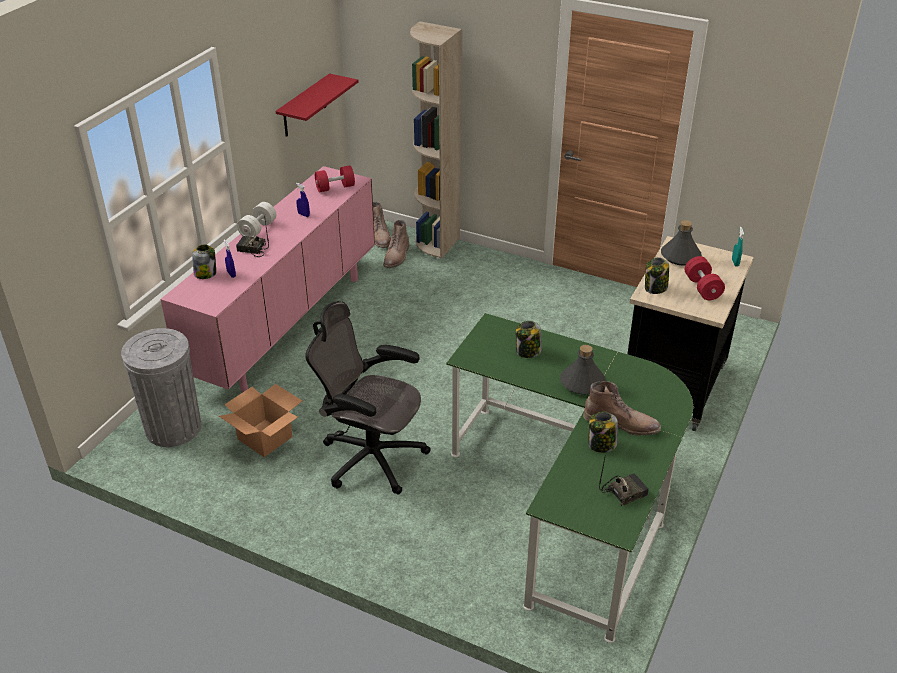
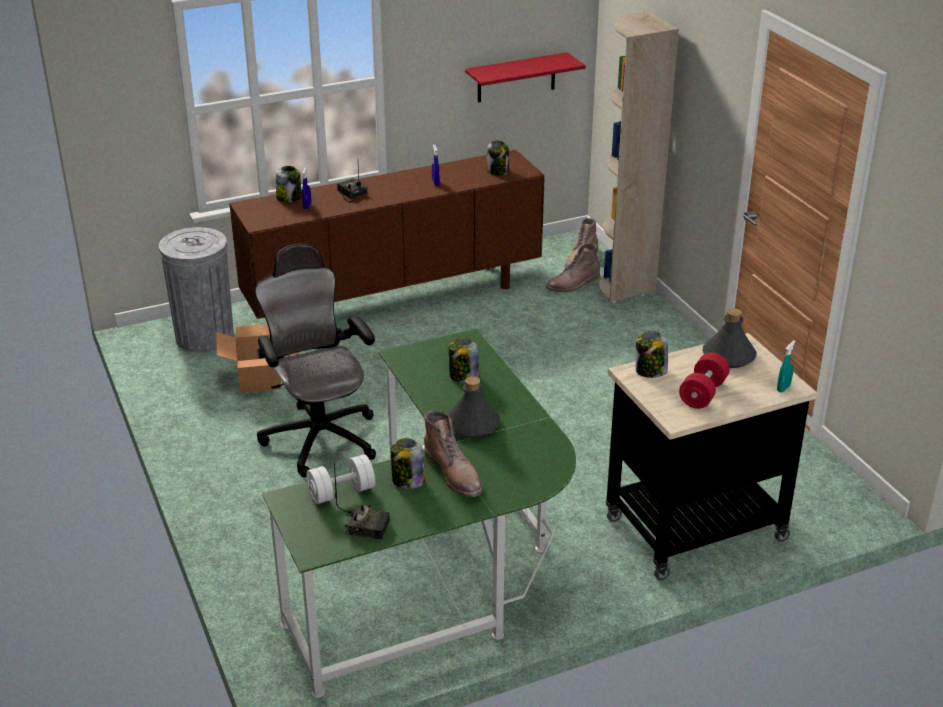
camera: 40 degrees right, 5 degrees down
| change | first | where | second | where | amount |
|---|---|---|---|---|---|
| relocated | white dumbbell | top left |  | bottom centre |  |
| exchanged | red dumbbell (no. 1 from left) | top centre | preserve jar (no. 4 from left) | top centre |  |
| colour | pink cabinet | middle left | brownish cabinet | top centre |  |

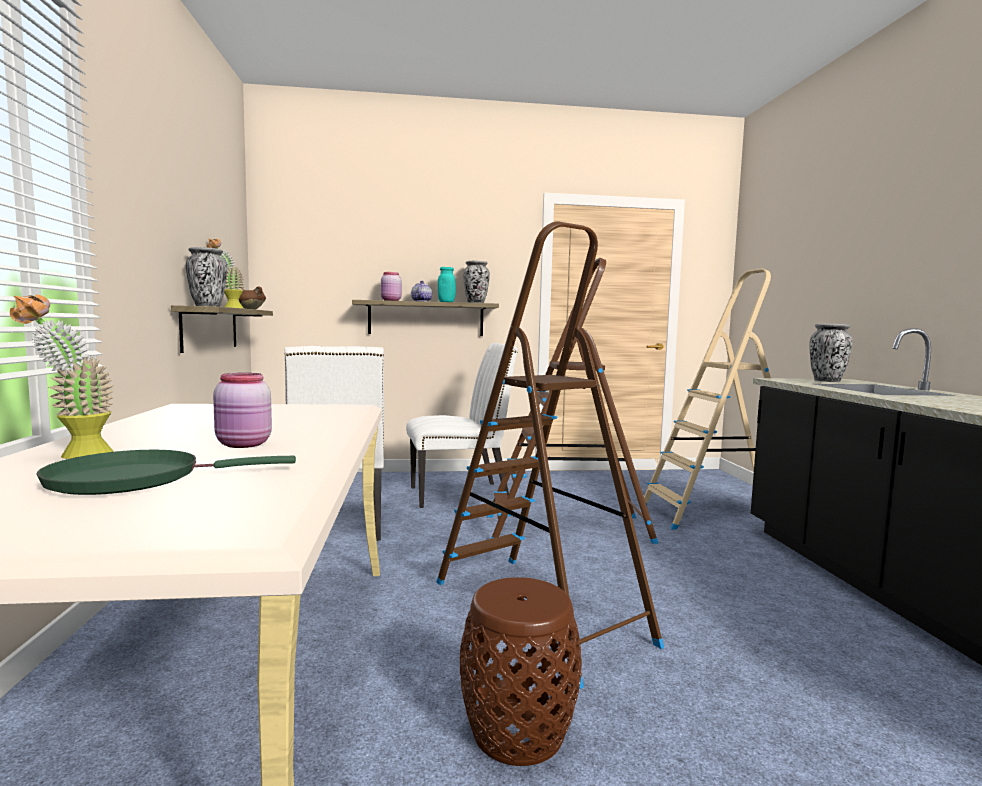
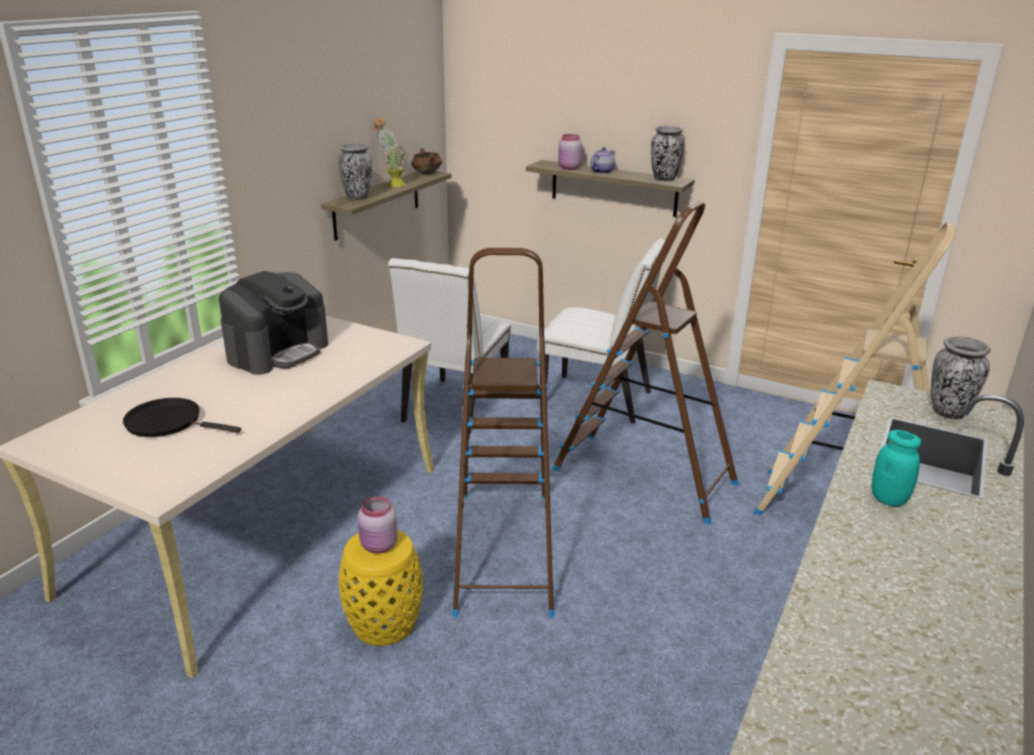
camera: 35 degrees right, 20 degrees up
| change | first | where | second | where | amount |
|---|---|---|---|---|---|
| missing | potted plant (no. 1 from left) | middle left |  |  |  |
| appeared |  |  | coffee maker | middle left |  |
| relocated | pink preserve jar (no. 1 from left) | middle left |  | bottom centre |  |
| relocated | turquoise-coloured preserve jar | centre |  | middle right |  |
| colour | greenish frying pan | middle left | black frying pan | middle left |  |
| colour | brownish sitting stool | bottom centre | yellow-coloured sitting stool | bottom centre |  |

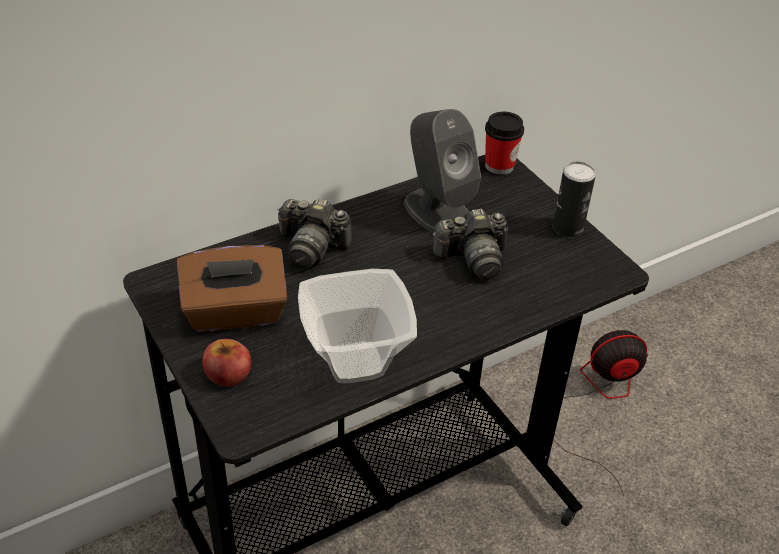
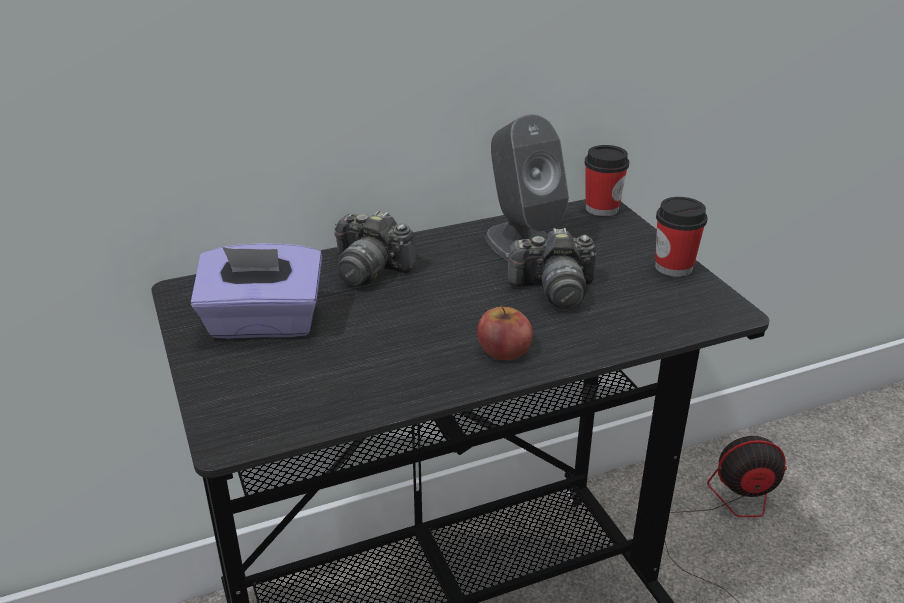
camera: 10 degrees right, 10 degrees down
| change | first | where | second | where | amount |
|---|---|---|---|---|---|
| missing | deep dish | centre |  |  |  |
| relocated | whole apple | middle left |  | centre |  |
| exchanged | metal can | middle right | cup (no. 2 from left) | middle right |  |
| colour | brownish box of tissues | middle left | purple box of tissues | middle left |  |

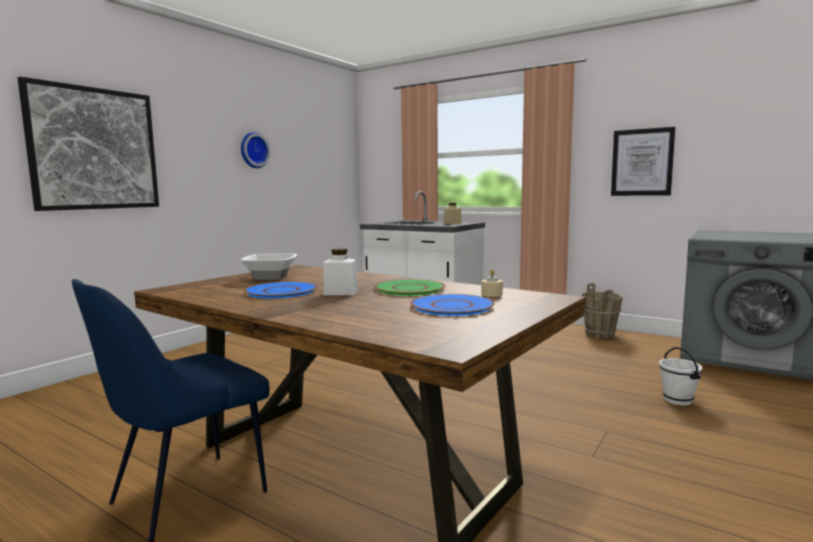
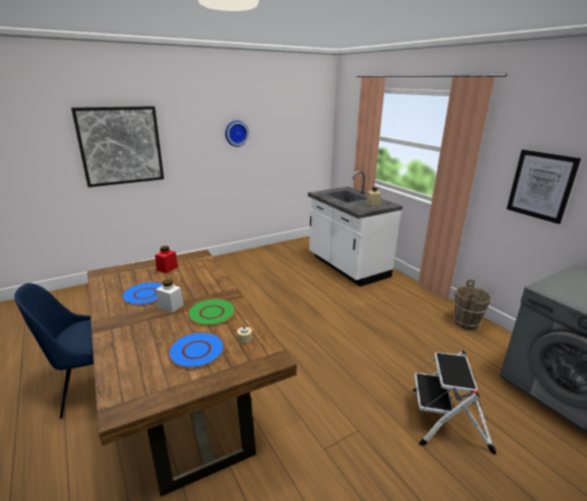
camera: 25 degrees right, 15 degrees up
| change | first | where | second | where | amount |
|---|---|---|---|---|---|
| exchanged | deep dish | middle left | red preserve jar | middle left |  |
| exchanged | white water bucket | bottom right | stepladder | bottom right |  |

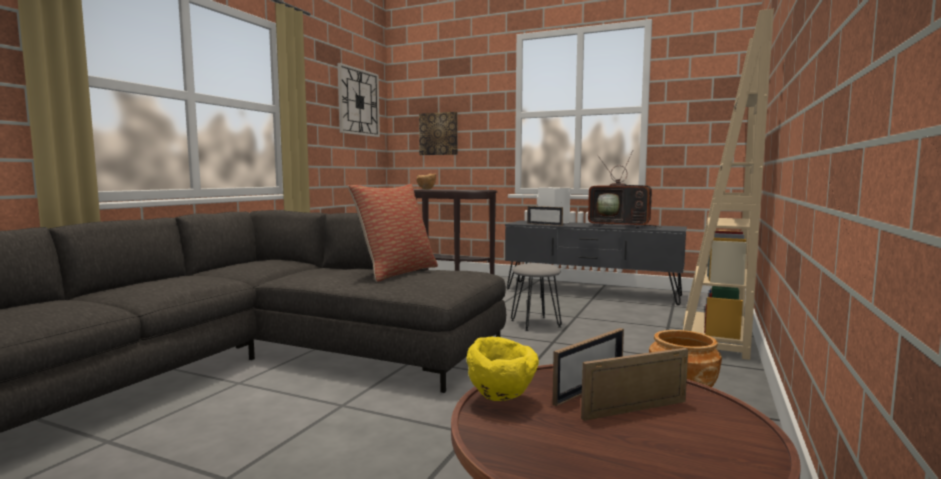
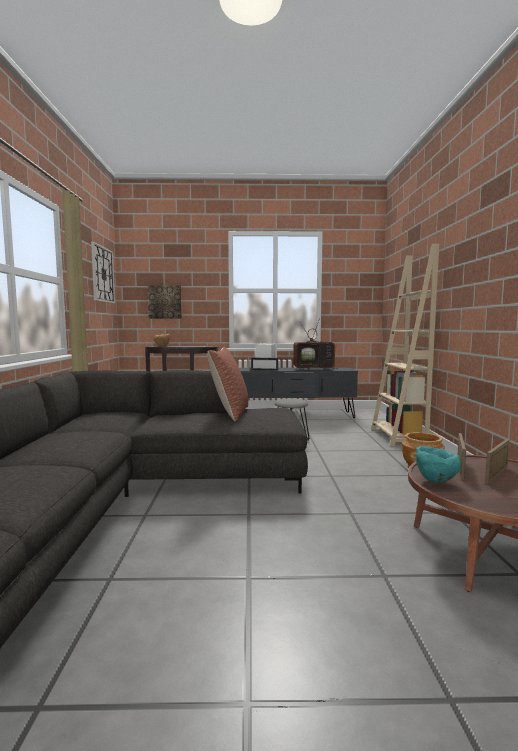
camera: 25 degrees left, 0 degrees up
| change | first | where | second | where | amount |
|---|---|---|---|---|---|
| colour | yellow-coloured deep dish | bottom centre | turquoise-coloured deep dish | middle right |  |

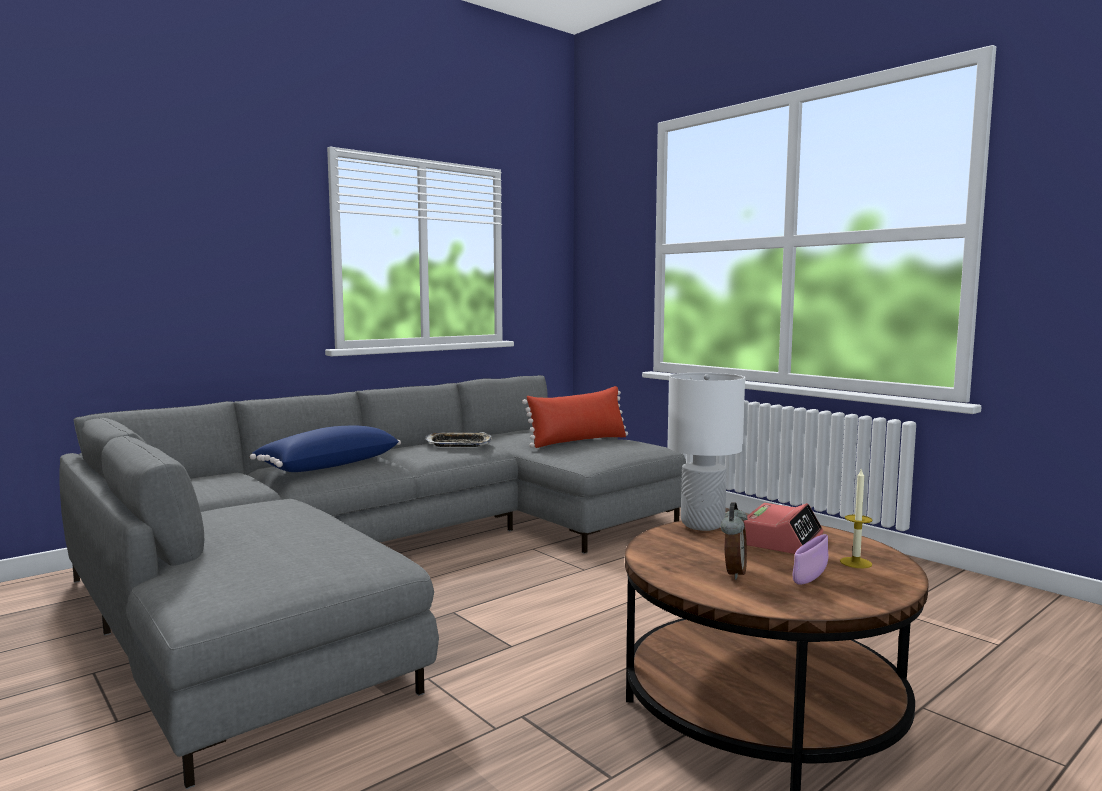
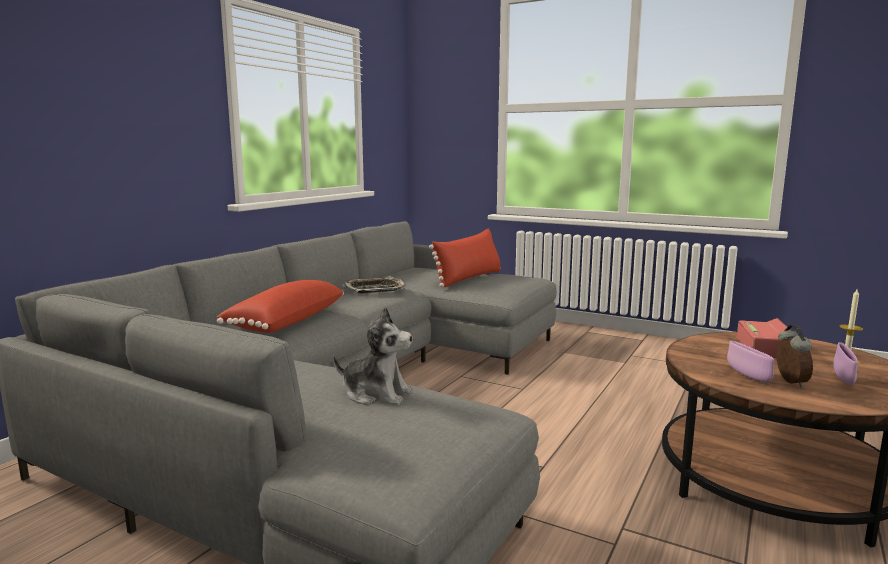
camera: 20 degrees left, 5 degrees up
| change | first | where | second | where | amount |
|---|---|---|---|---|---|
| missing | white lamp for a table | centre |  |  |  |
| appeared |  |  | cuddly toy | centre |  |
| appeared |  |  | purple deep dish (no. 1 from left) | middle right |  |
| colour | blue-coloured throw pillow | middle left | red throw pillow (no. 1 from left) | middle left |  |

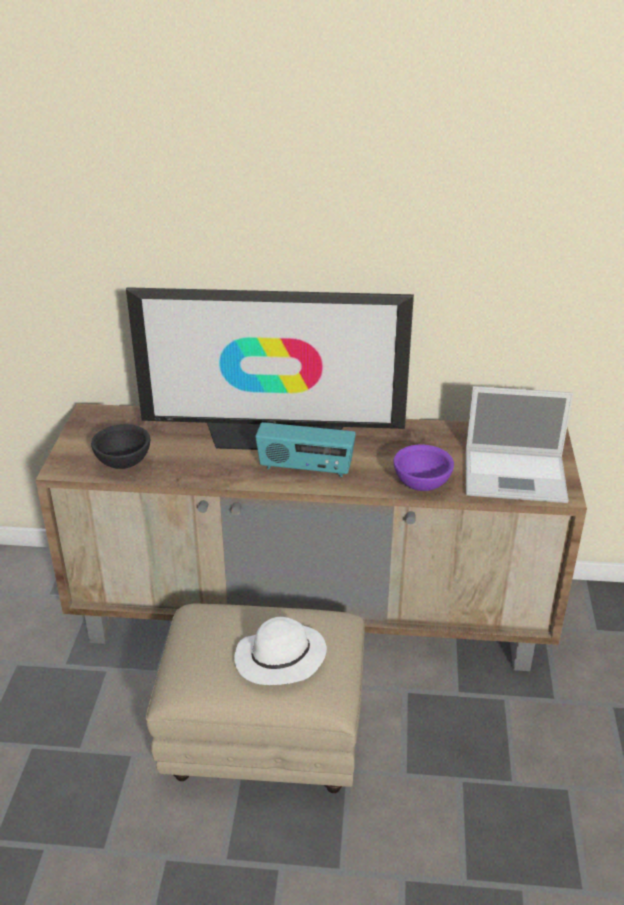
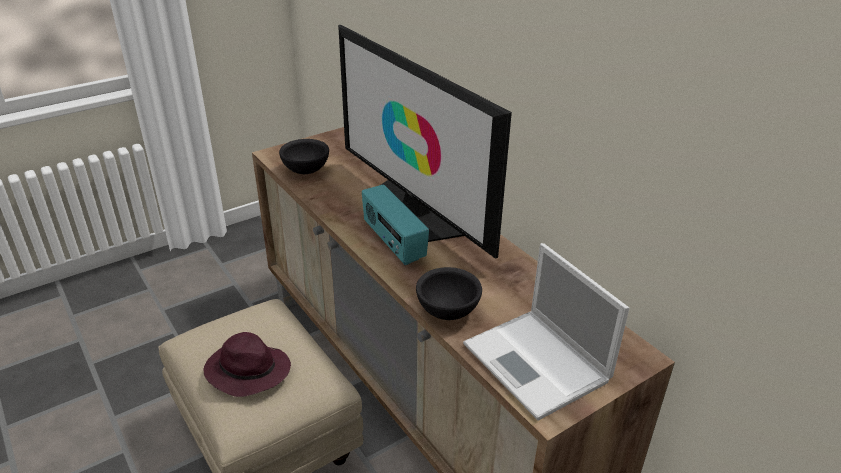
camera: 50 degrees right, 0 degrees up
| change | first | where | second | where | amount |
|---|---|---|---|---|---|
| colour | white clothing hat | bottom centre | purple clothing hat | bottom left |  |
| colour | purple deep dish | middle right | black deep dish (no. 2 from left) | centre |  |

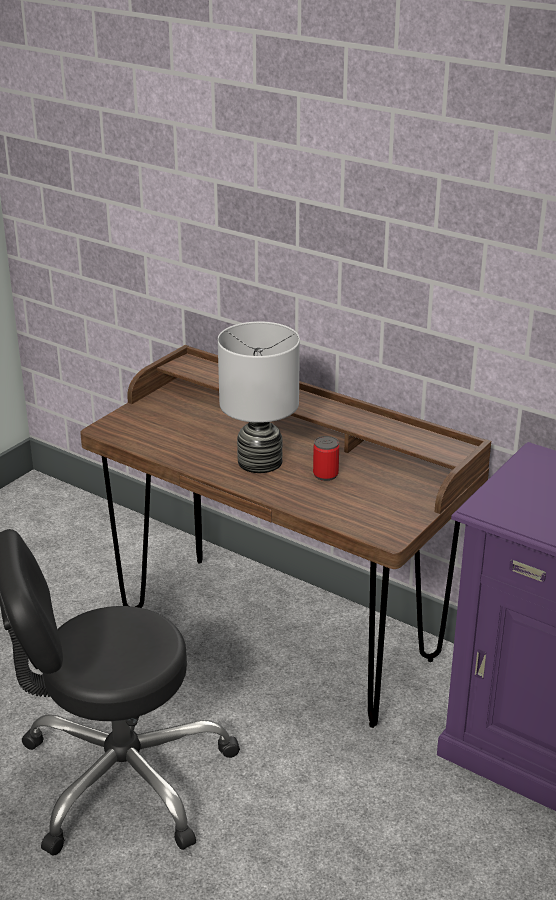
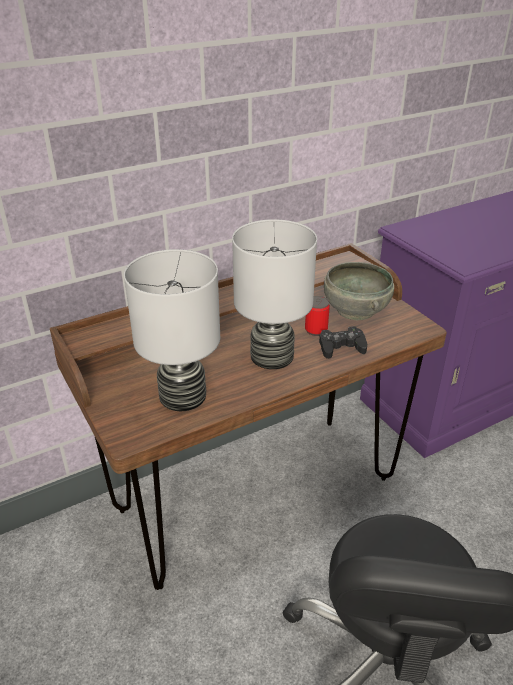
camera: 65 degrees left, 5 degrees up
| change | first | where | second | where | amount |
|---|---|---|---|---|---|
| appeared |  |  | gray lamp for a table (no. 1 from left) | centre |  |
| appeared |  |  | black game controller | middle right |  |
| appeared |  |  | gray deep dish | middle right |  |

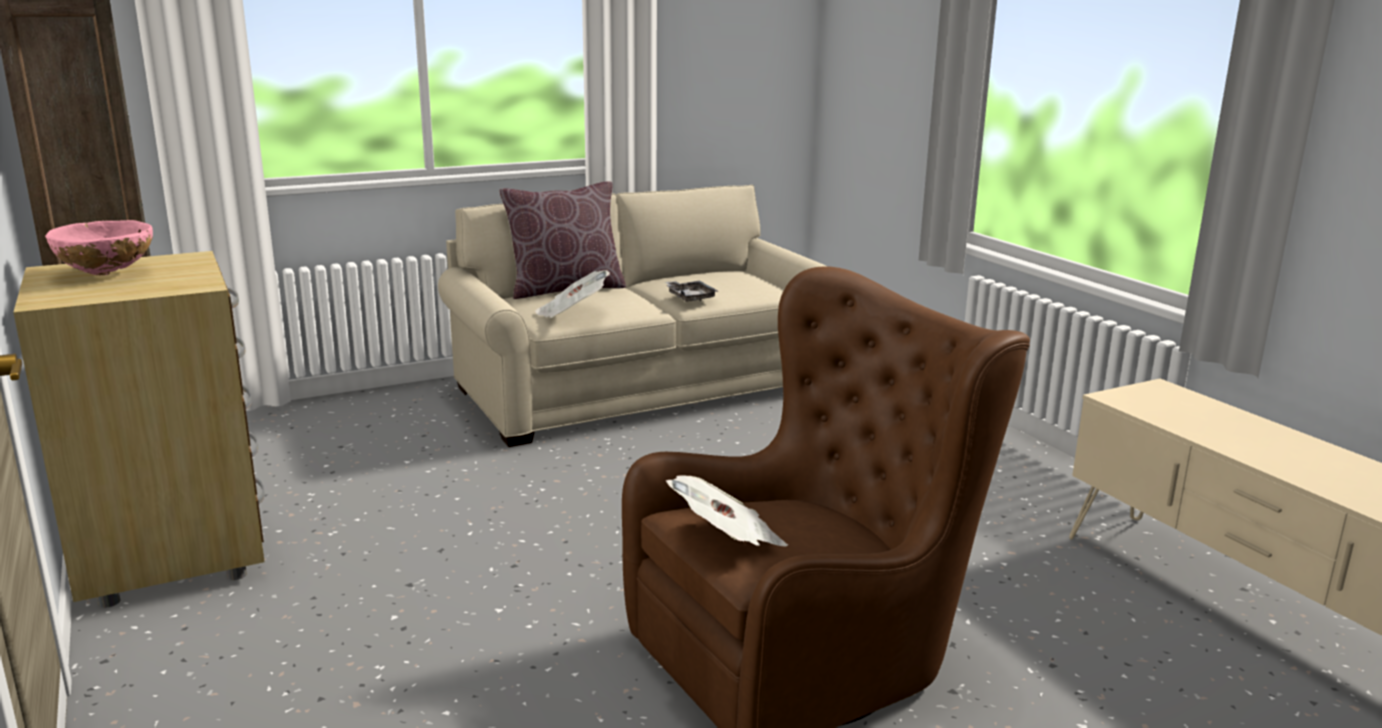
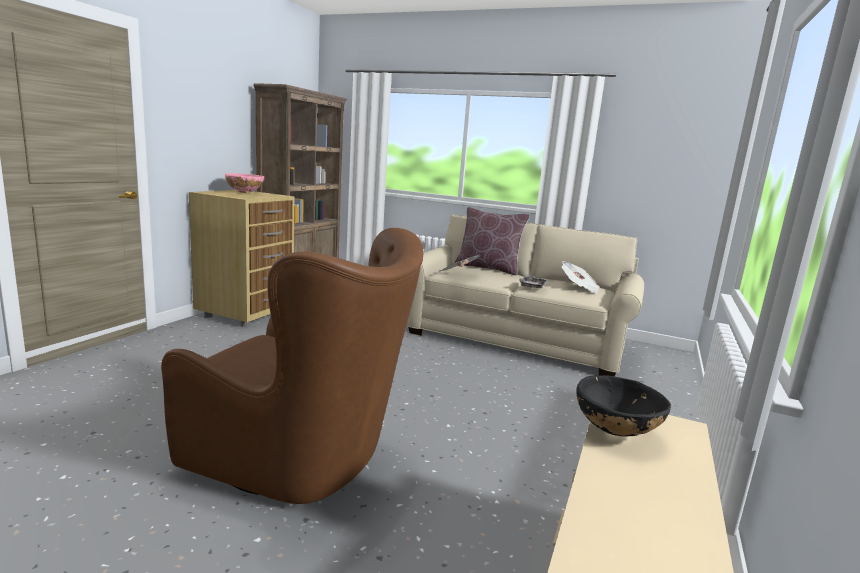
camera: 50 degrees right, 5 degrees down
| change | first | where | second | where | amount |
|---|---|---|---|---|---|
| appeared |  |  | black deep dish | bottom right |  |
| relocated | daily paper (no. 2 from left) | bottom centre |  | middle right |  |

